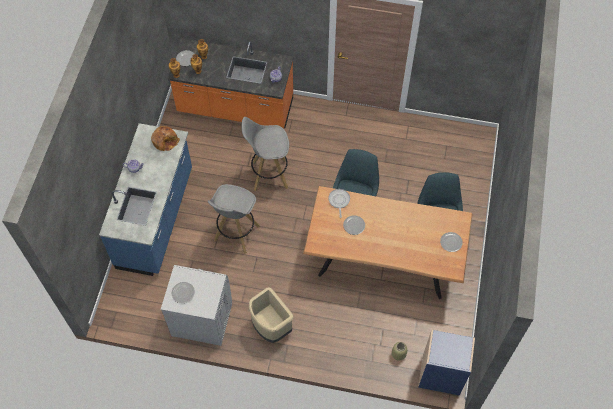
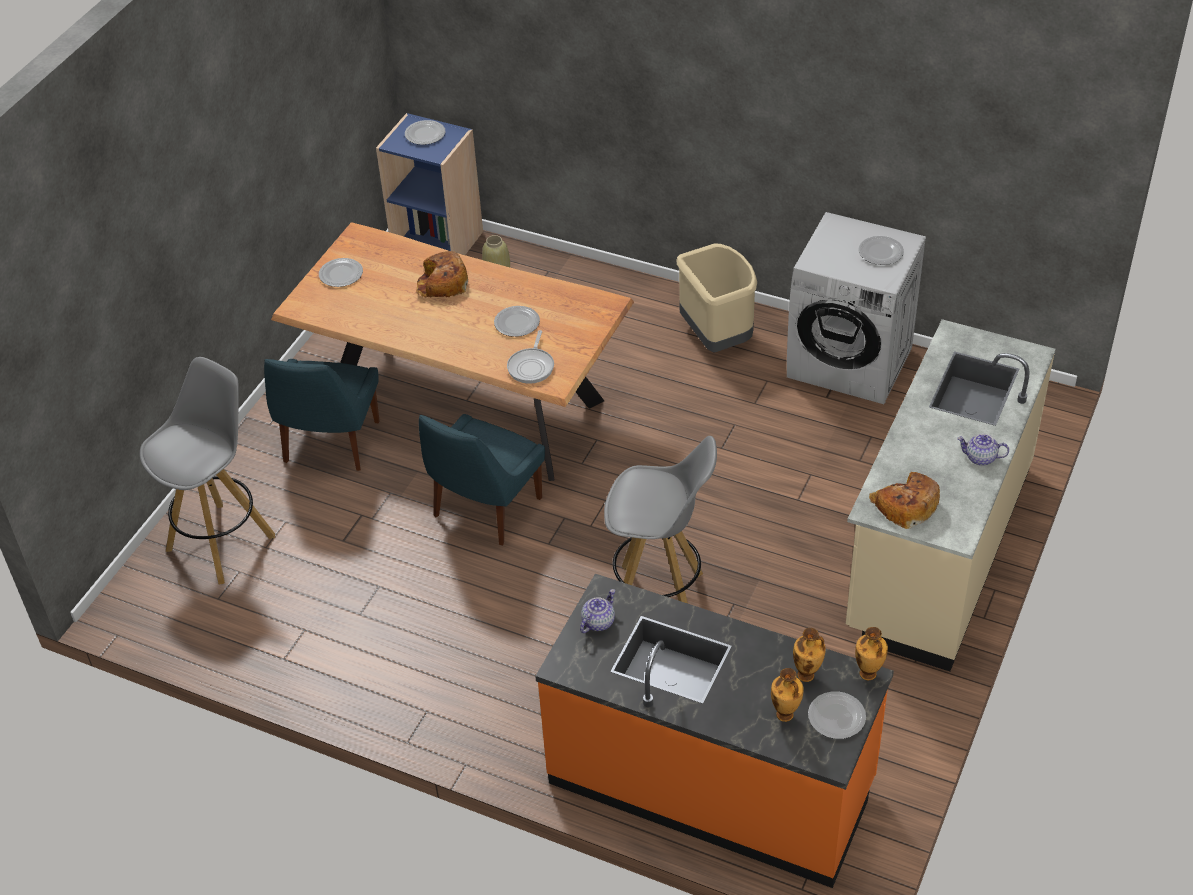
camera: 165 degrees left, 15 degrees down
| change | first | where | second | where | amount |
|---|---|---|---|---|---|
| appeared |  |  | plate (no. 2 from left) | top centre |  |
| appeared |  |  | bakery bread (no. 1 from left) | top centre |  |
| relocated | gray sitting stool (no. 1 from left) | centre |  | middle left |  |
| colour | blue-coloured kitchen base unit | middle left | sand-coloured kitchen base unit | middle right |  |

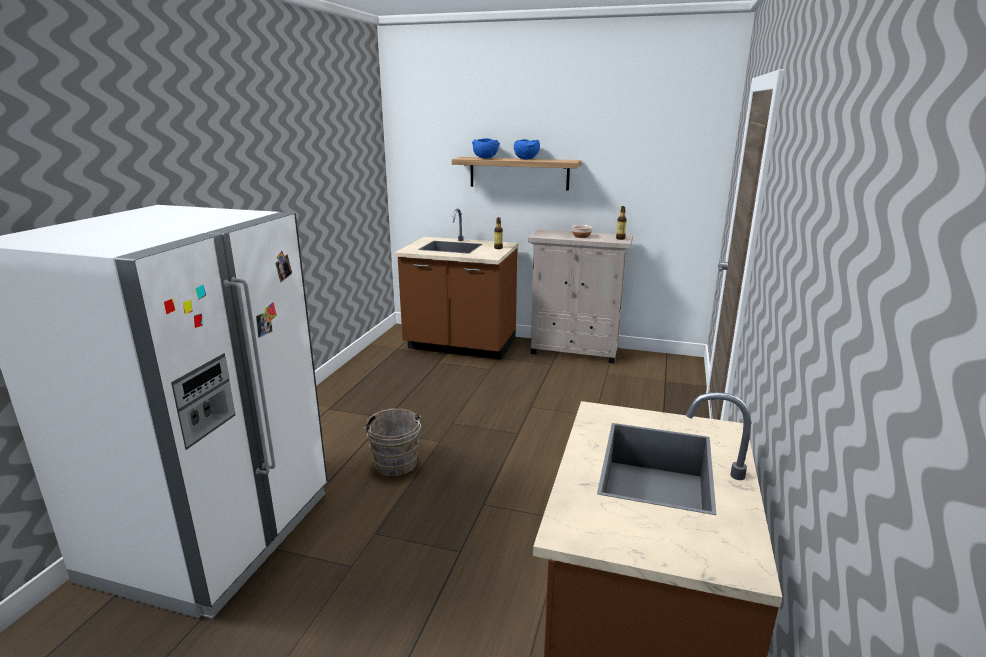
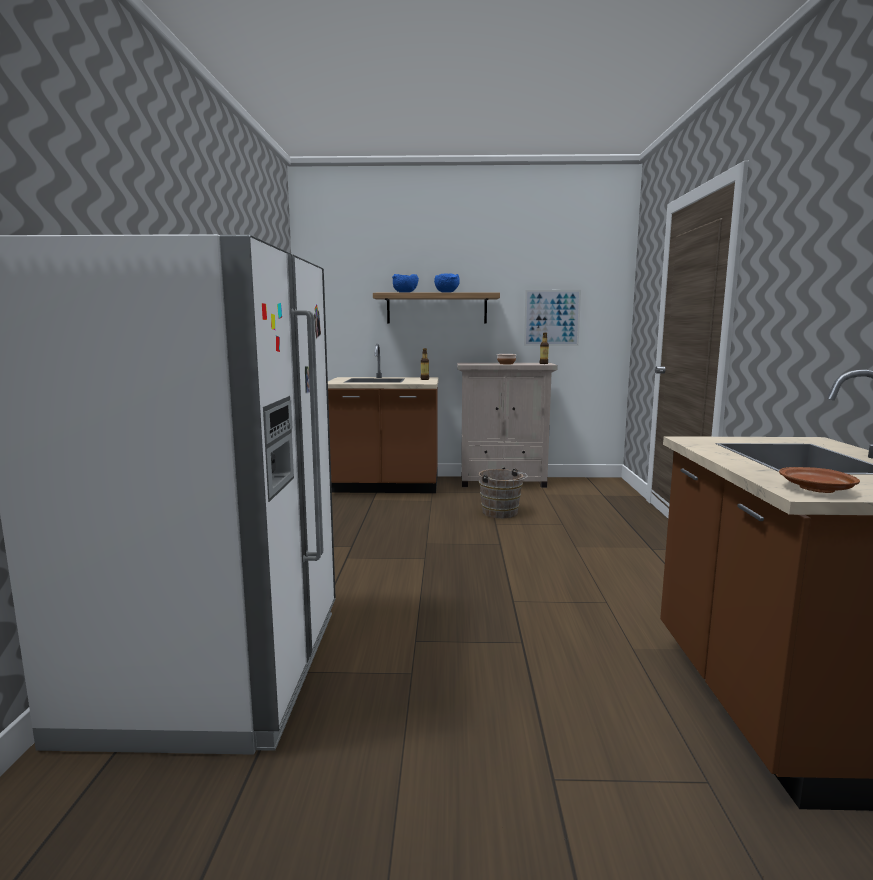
camera: 15 degrees left, 10 degrees down
| change | first | where | second | where | amount |
|---|---|---|---|---|---|
| appeared |  |  | picture | centre |  |
| appeared |  |  | brownish plate | middle right |  |
| relocated | brownish water bucket | bottom centre |  | centre |  |

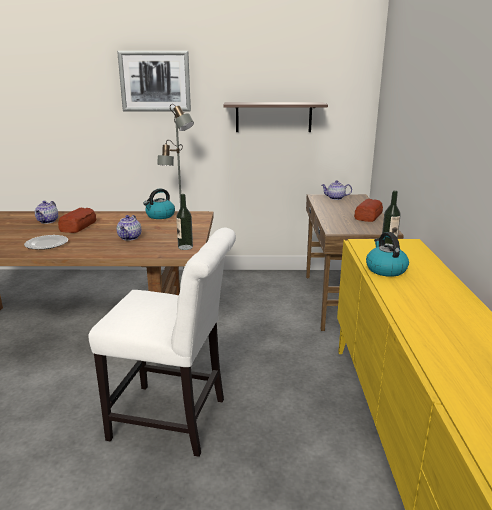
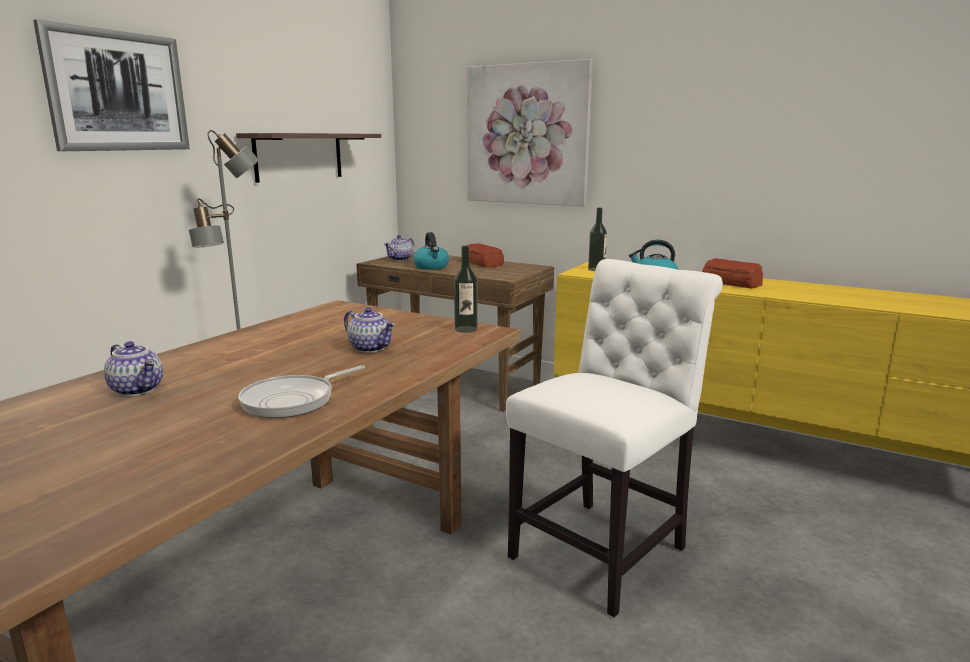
camera: 60 degrees left, 5 degrees down
| change | first | where | second | where | amount |
|---|---|---|---|---|---|
| appeared |  |  | picture (no. 2 from left) | top centre |  |
| relocated | bakery bread (no. 1 from left in the first image) | middle left | bakery bread (no. 2 from left) | middle right |  |
| relocated | water kettle (no. 1 from left) | middle left |  | centre |  |
| exchanged | plate | middle left | frying pan | middle left |  |

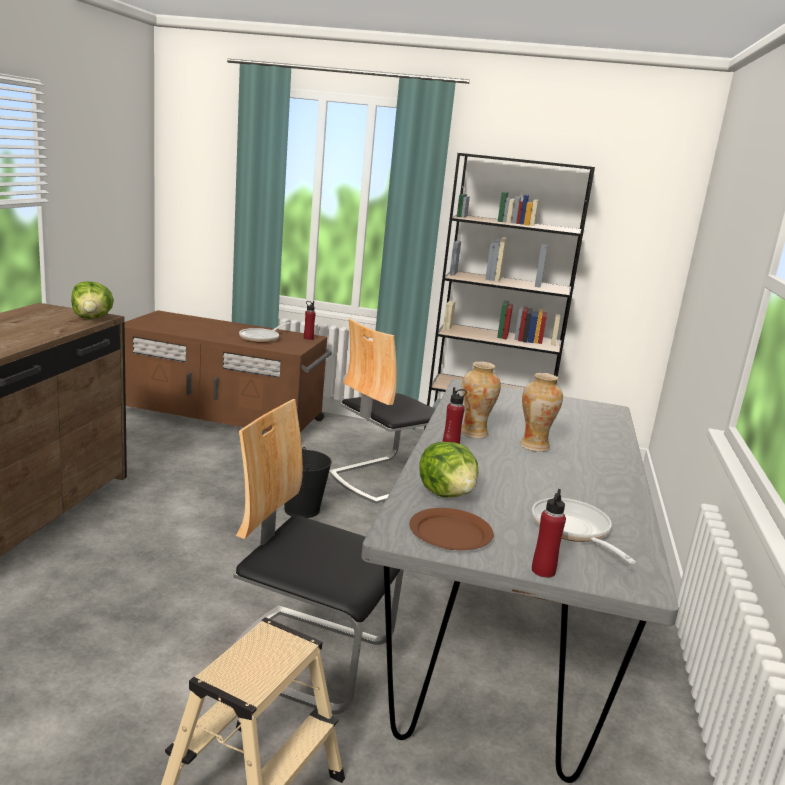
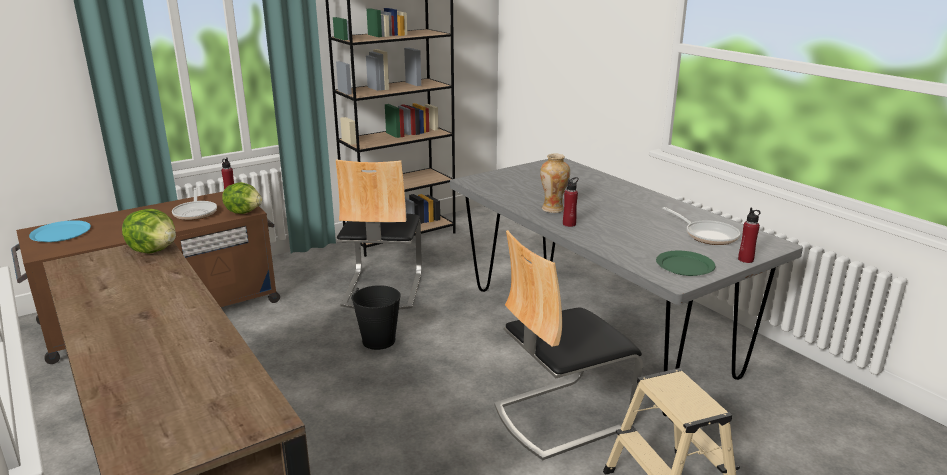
camera: 45 degrees left, 5 degrees up
| change | first | where | second | where | amount |
|---|---|---|---|---|---|
| missing | decorative vase (no. 2 from left) | middle right |  |  |  |
| appeared |  |  | blue-coloured plate | middle left |  |
| relocated | head of lettuce (no. 2 from left) | centre |  | middle left |  |
| colour | brownish plate | bottom centre | greenish plate | middle right |  |
| spun | frying pan (no. 2 from left) | bottom right |  | middle right | 150 degrees counterclockwise |

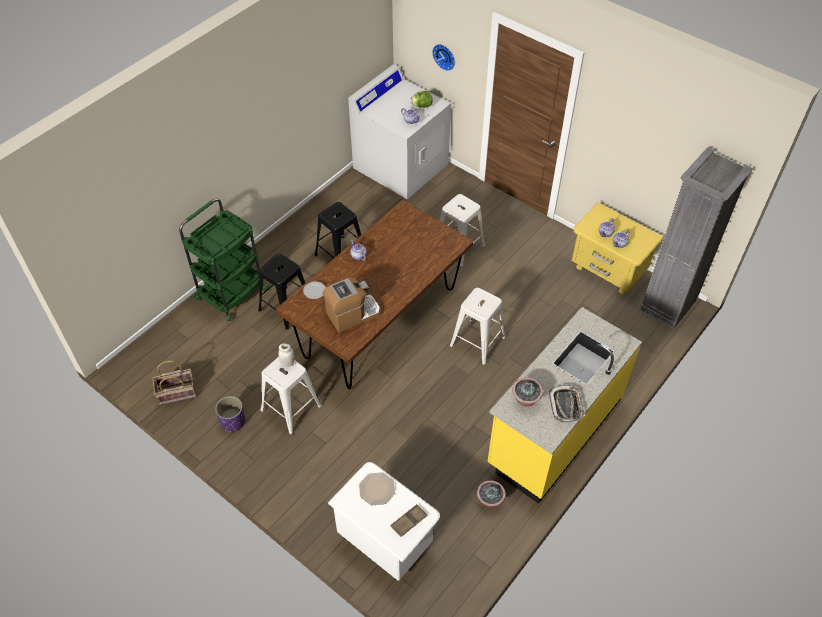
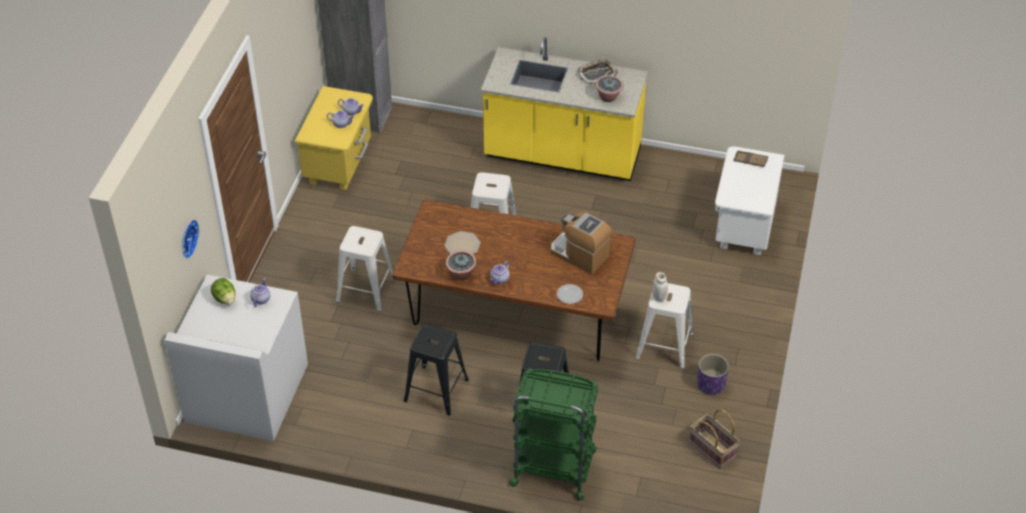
camera: 115 degrees left, 5 degrees down
| change | first | where | second | where | amount |
|---|---|---|---|---|---|
| relocated | plate (no. 2 from left in the first image) | bottom centre | plate (no. 1 from left) | centre |  |
| relocated | potted plant (no. 1 from left) | bottom centre |  | centre |  |

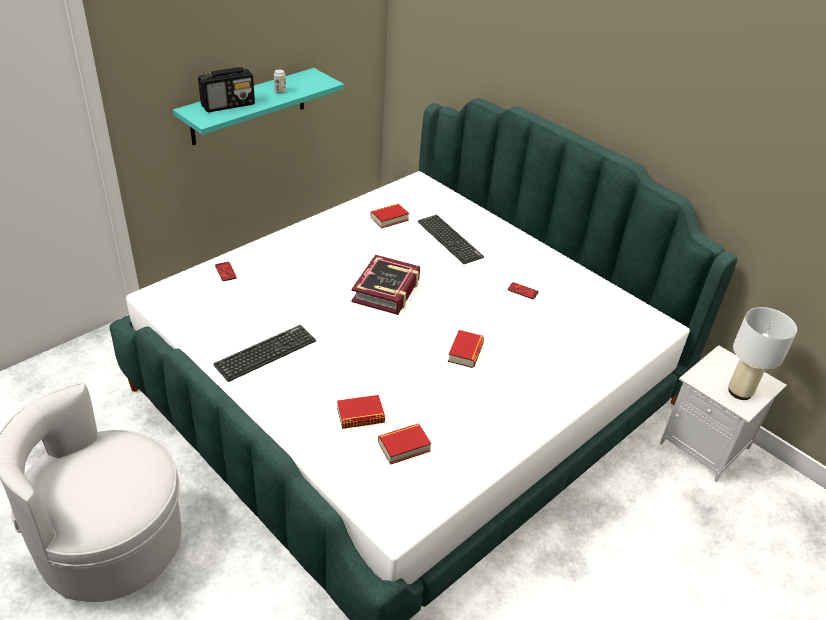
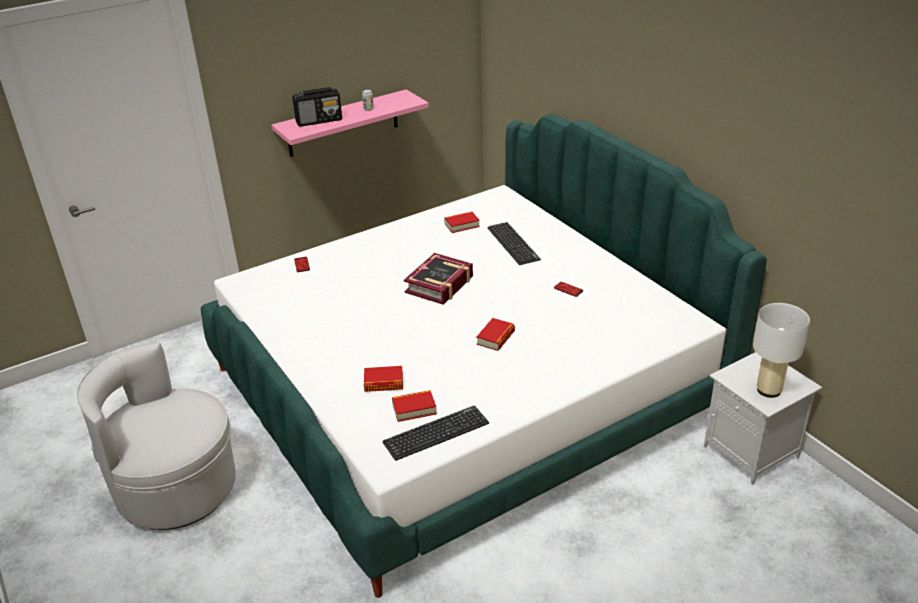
camera: 15 degrees right, 5 degrees down
| change | first | where | second | where | amount |
|---|---|---|---|---|---|
| relocated | PC keyboard (no. 1 from left) | middle left |  | bottom centre |  |
| colour | turquoise-coloured bracket shelf | top left | pink bracket shelf | top centre |  |

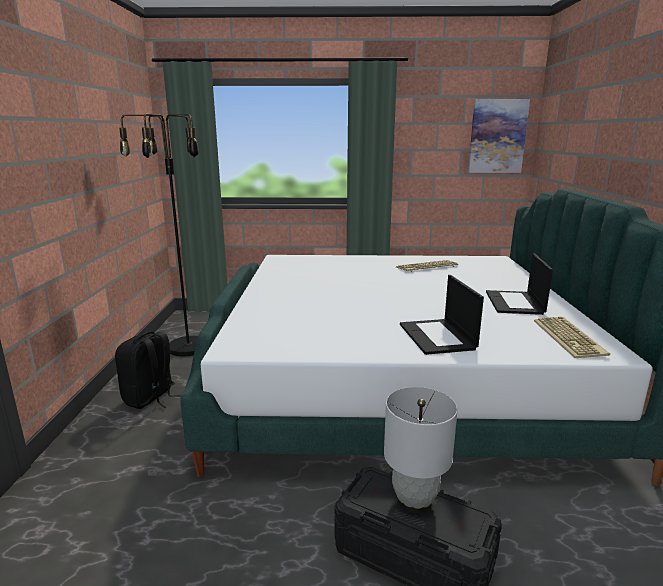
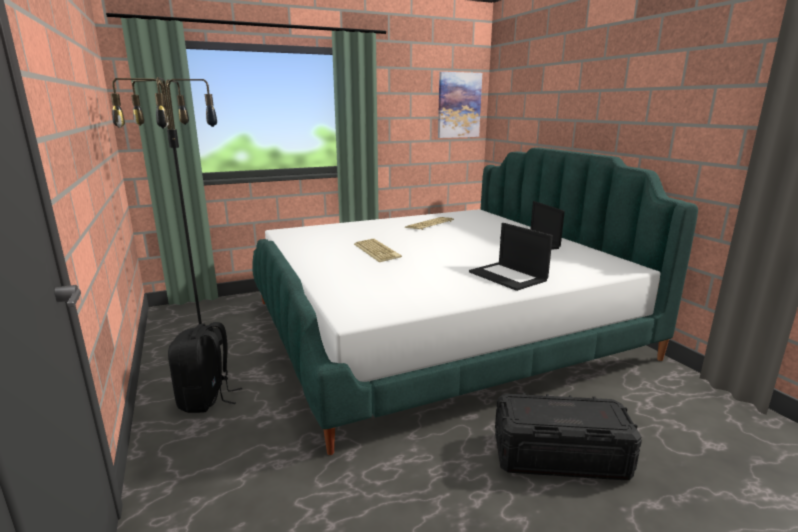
camera: 25 degrees left, 0 degrees up
| change | first | where | second | where | amount |
|---|---|---|---|---|---|
| missing | white lamp for a table | bottom centre |  |  |  |
| relocated | PC keyboard (no. 2 from left in the first image) | middle right | PC keyboard (no. 1 from left) | centre |  |

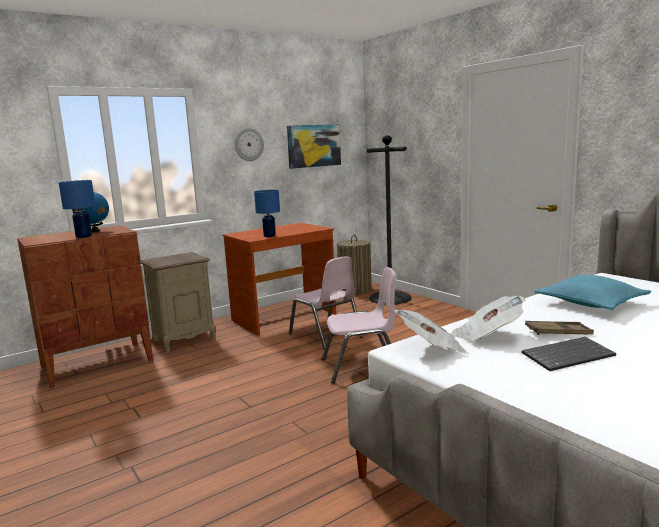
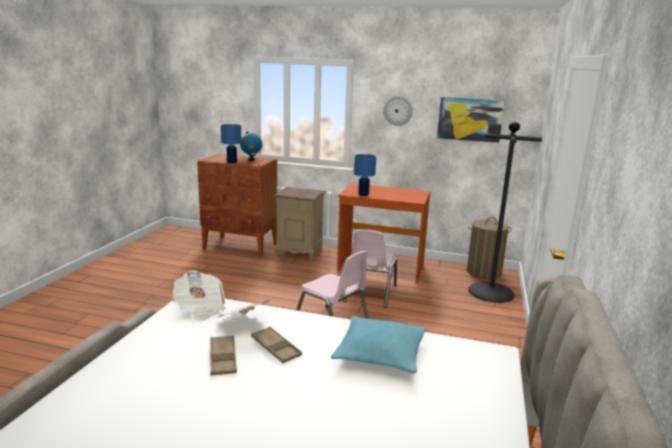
camera: 50 degrees right, 5 degrees up
| change | first | where | second | where | amount |
|---|---|---|---|---|---|
| exchanged | PC keyboard | bottom right | brownish tray (no. 1 from left) | bottom left |  |

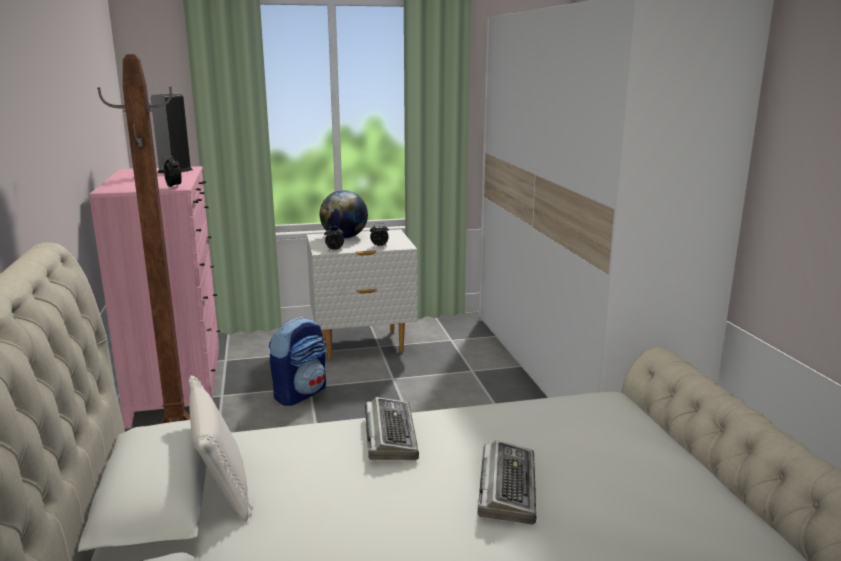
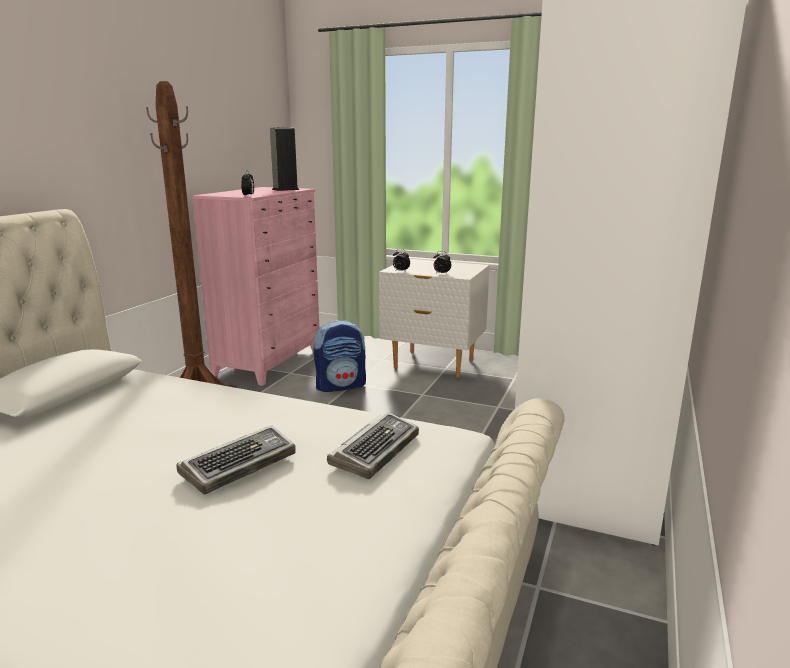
camera: 35 degrees right, 0 degrees up
| change | first | where | second | where | amount |
|---|---|---|---|---|---|
| missing | white throw pillow | bottom left |  |  |  |
| missing | world globe | centre |  |  |  |
| relocated | PC keyboard (no. 1 from left in the first image) | bottom centre | PC keyboard (no. 2 from left) | centre |  |

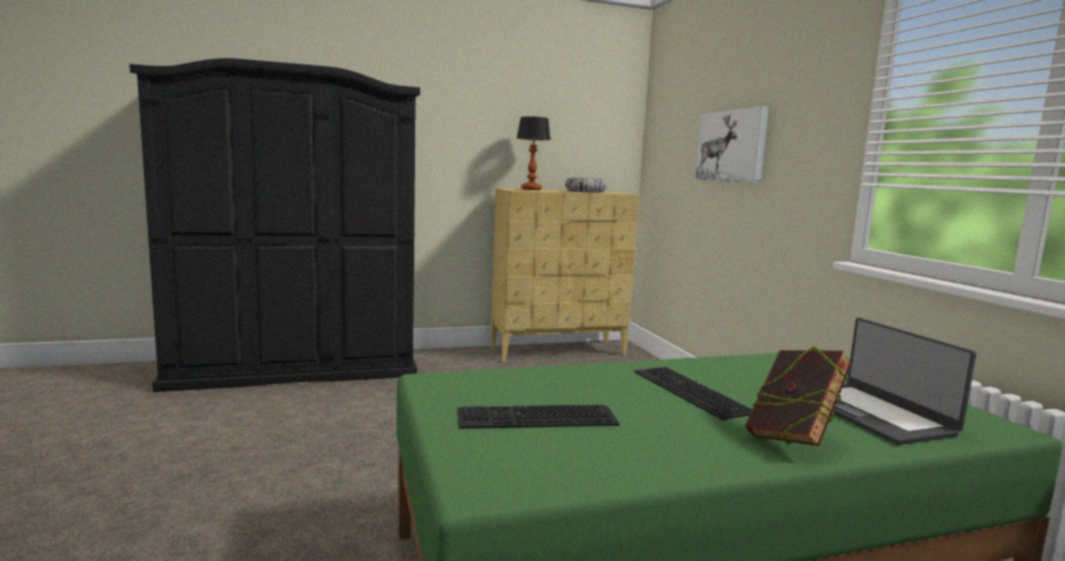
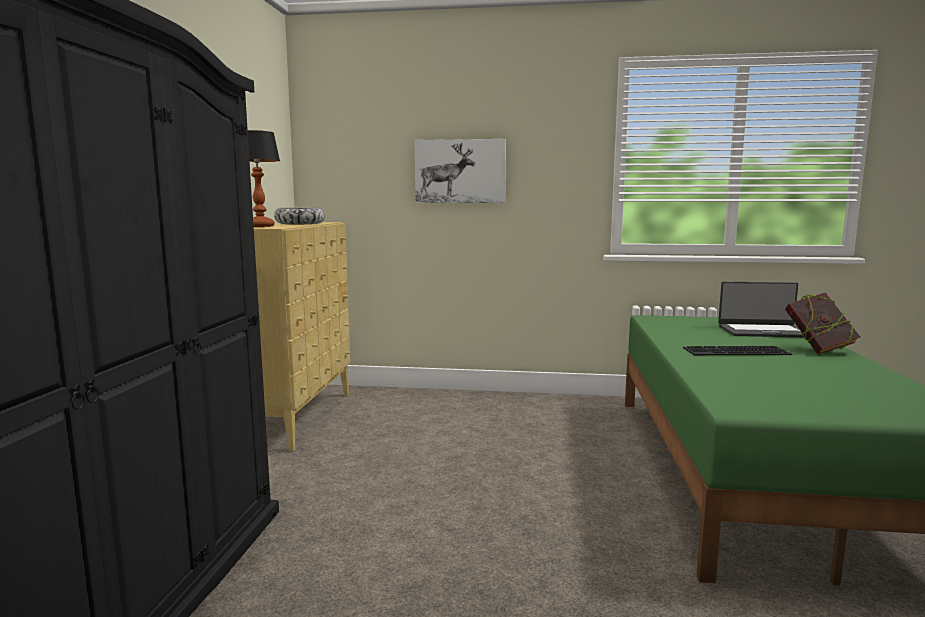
camera: 65 degrees left, 0 degrees up
| change | first | where | second | where | amount |
|---|---|---|---|---|---|
| missing | PC keyboard (no. 1 from left) | bottom centre |  |  |  |

